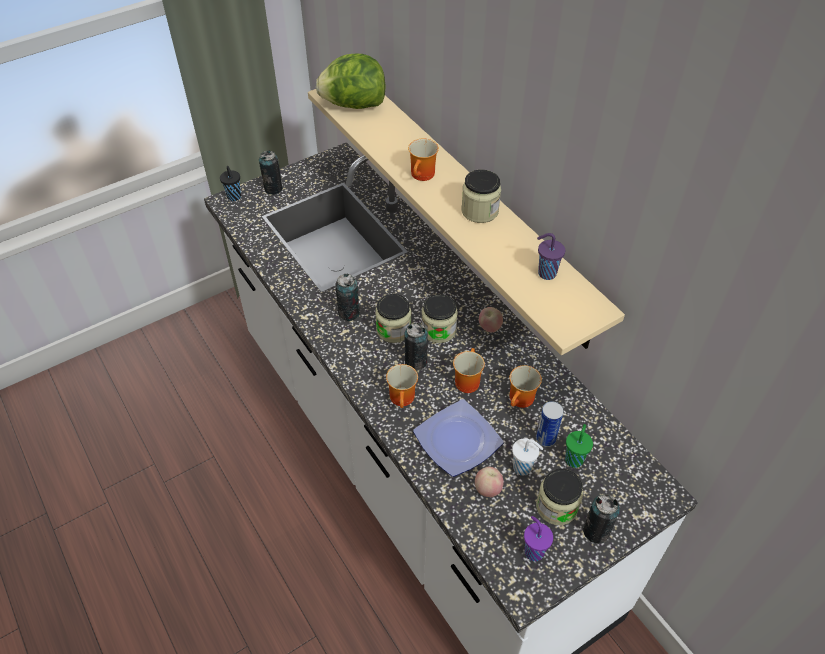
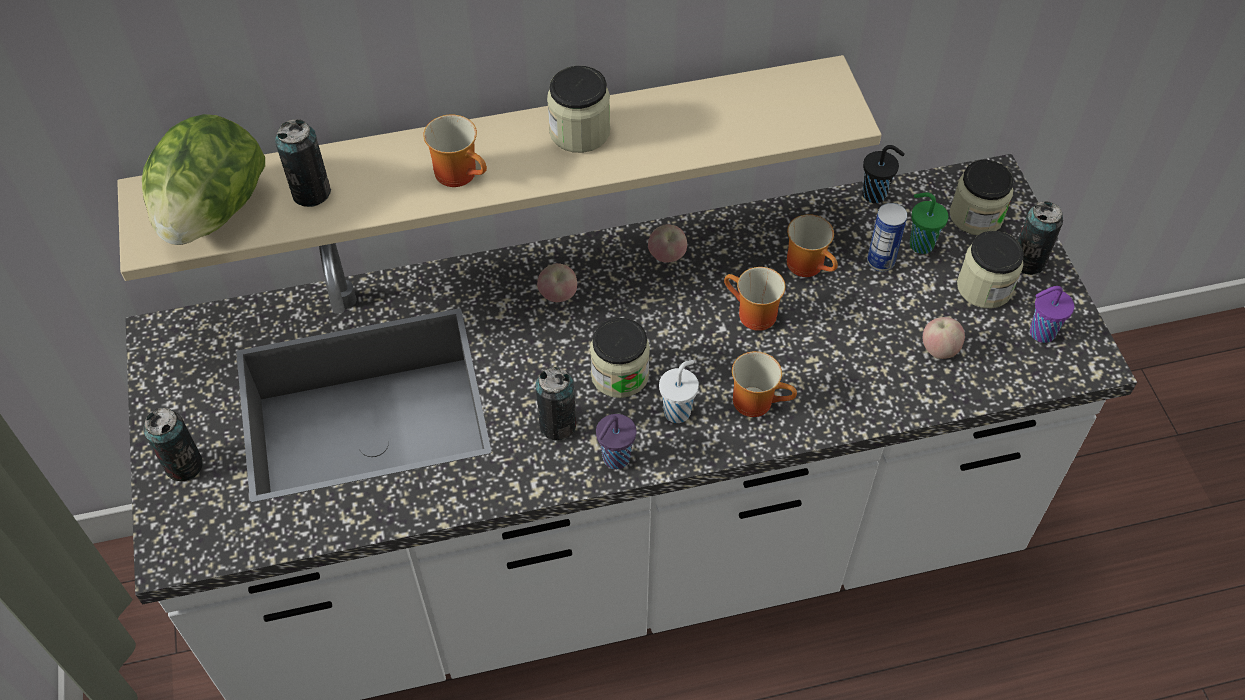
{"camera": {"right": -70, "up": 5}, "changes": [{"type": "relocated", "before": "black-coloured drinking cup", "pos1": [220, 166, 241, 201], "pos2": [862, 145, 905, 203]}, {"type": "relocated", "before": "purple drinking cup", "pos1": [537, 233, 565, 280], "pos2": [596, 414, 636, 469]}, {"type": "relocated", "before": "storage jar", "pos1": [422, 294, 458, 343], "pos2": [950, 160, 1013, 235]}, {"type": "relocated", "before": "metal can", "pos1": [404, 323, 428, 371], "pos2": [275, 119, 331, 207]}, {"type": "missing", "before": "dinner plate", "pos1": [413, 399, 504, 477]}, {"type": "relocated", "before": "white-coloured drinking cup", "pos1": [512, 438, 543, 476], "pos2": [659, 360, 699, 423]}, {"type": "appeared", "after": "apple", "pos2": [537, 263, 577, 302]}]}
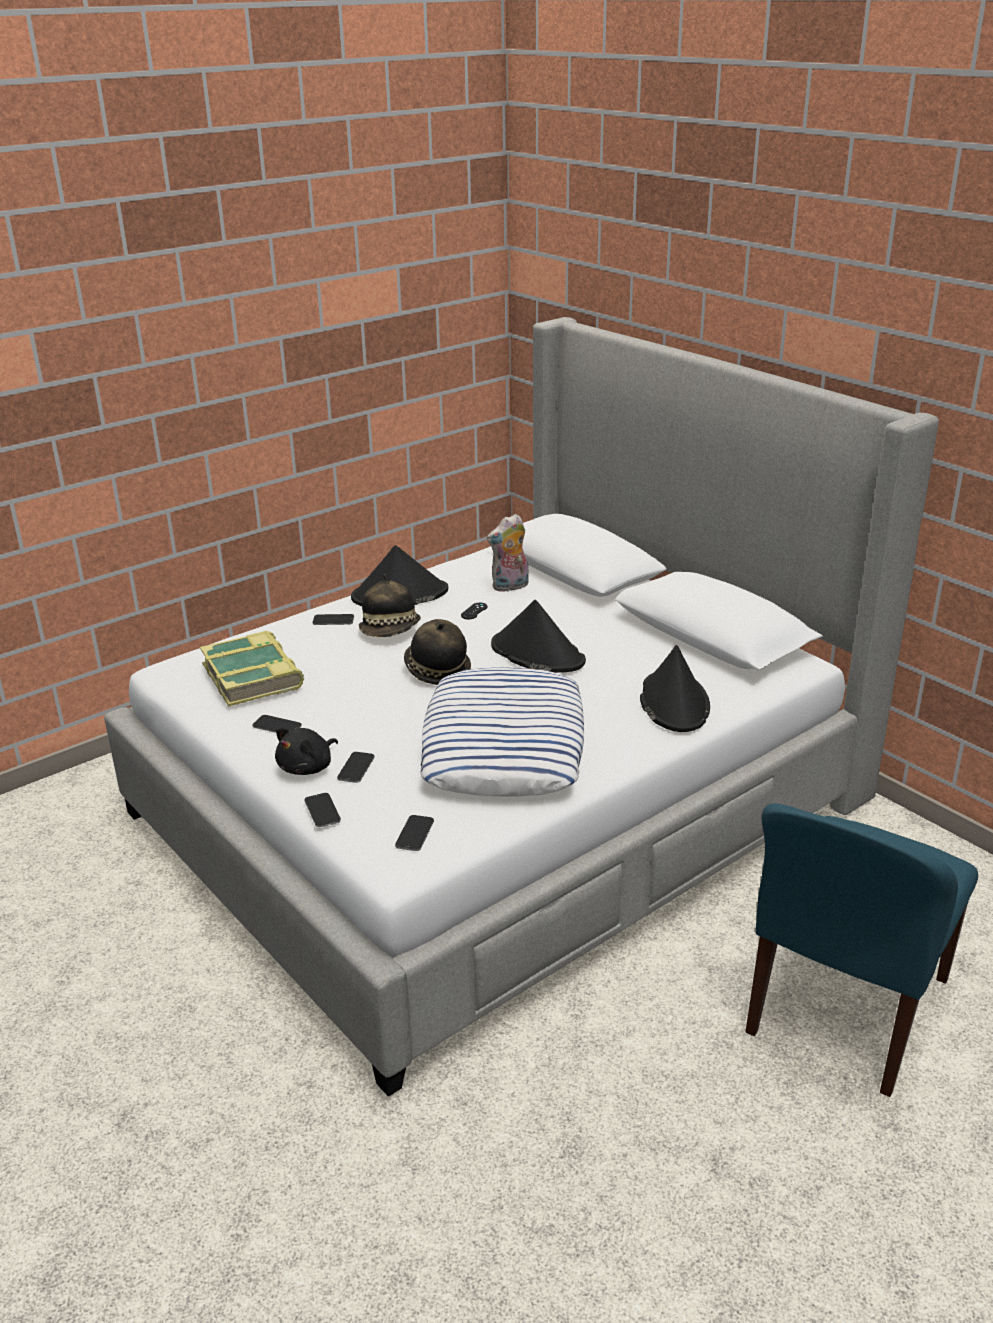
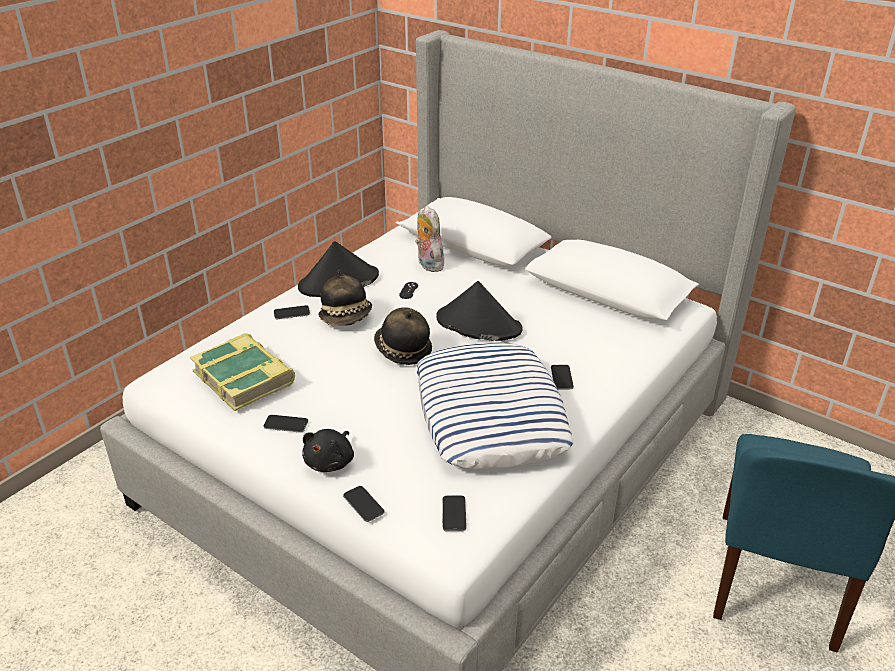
{"camera": {"right": -15, "up": 5}, "changes": [{"type": "spun", "before": "plush toy", "pos1": [487, 514, 529, 592], "pos2": [415, 206, 444, 272], "turn": 105}, {"type": "missing", "before": "black-coloured hat", "pos1": [640, 645, 710, 732]}, {"type": "relocated", "before": "telephone", "pos1": [337, 752, 375, 783], "pos2": [551, 365, 574, 389]}]}
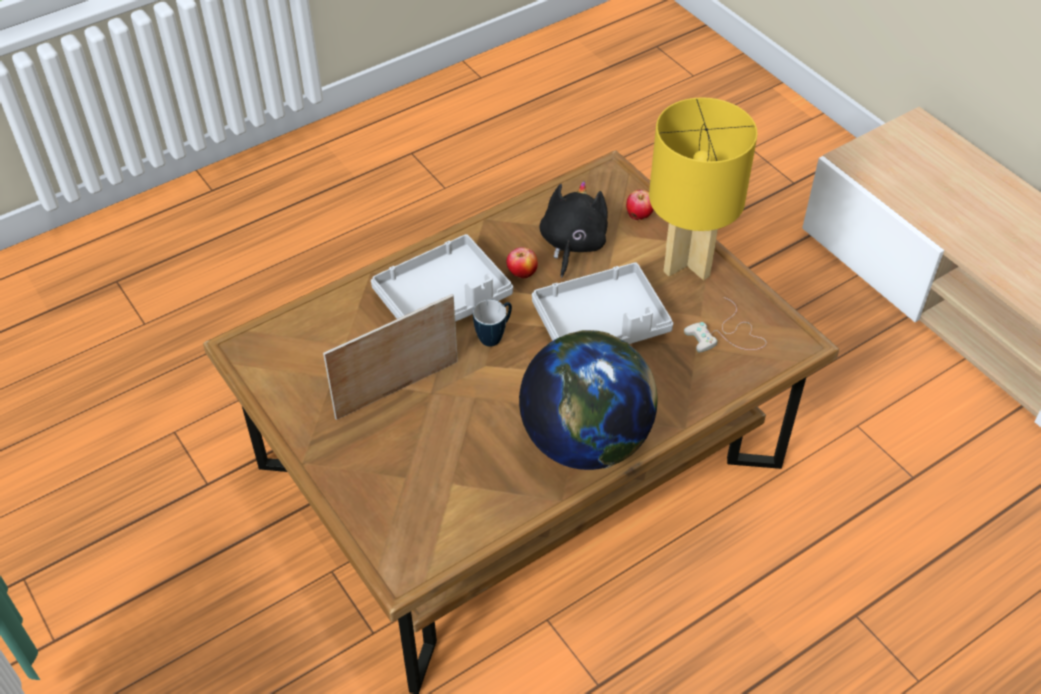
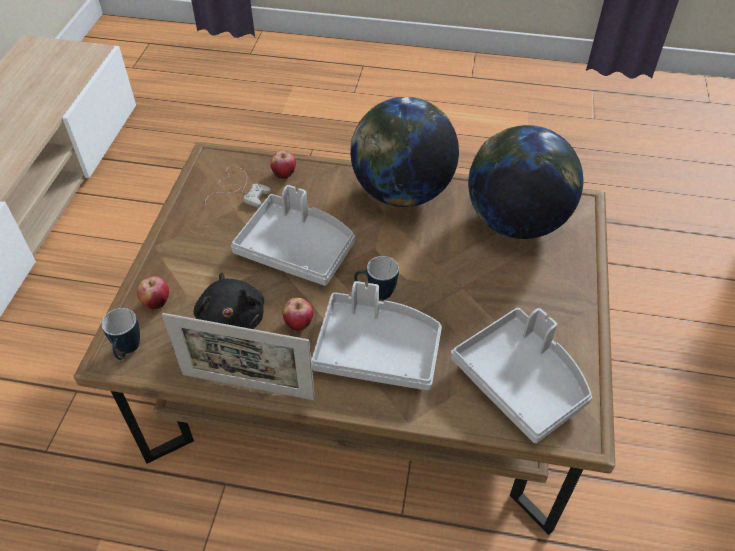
{"camera": {"right": -135, "up": 0}, "changes": [{"type": "missing", "before": "yellowish table lamp", "pos1": [649, 97, 758, 280]}, {"type": "spun", "before": "black-coloured plush toy", "pos1": [539, 181, 608, 278], "pos2": [194, 273, 264, 329], "turn": -75}, {"type": "relocated", "before": "standing frame", "pos1": [323, 294, 458, 420], "pos2": [162, 313, 315, 400]}, {"type": "appeared", "after": "desk globe", "pos2": [468, 125, 583, 239]}, {"type": "appeared", "after": "apple", "pos2": [270, 151, 296, 179]}, {"type": "appeared", "after": "coffee mug", "pos2": [102, 308, 140, 360]}, {"type": "appeared", "after": "gray serving tray", "pos2": [451, 308, 592, 443]}]}
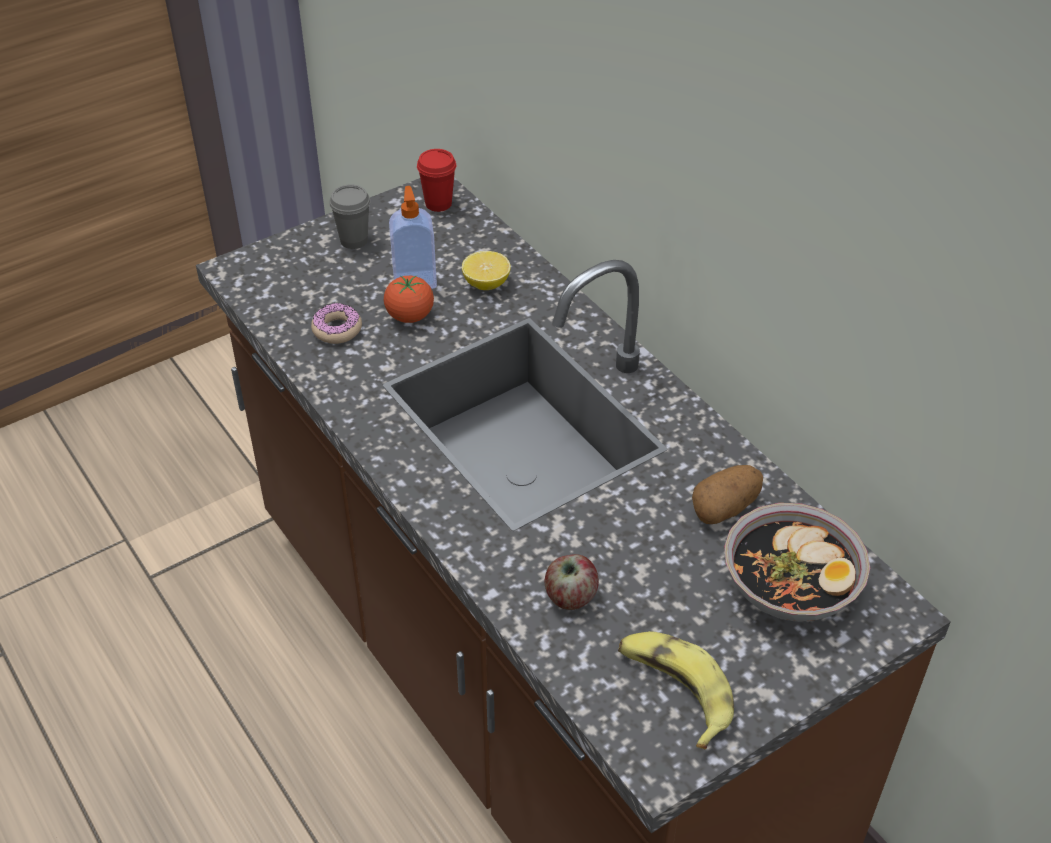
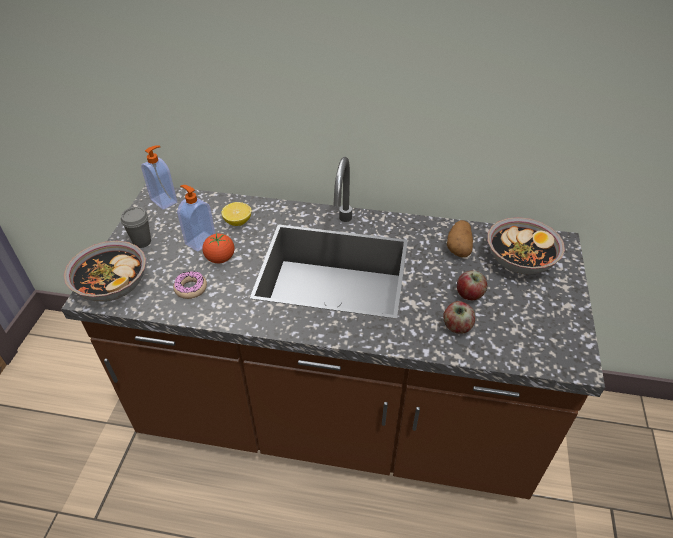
{"camera": {"right": -45, "up": 0}, "changes": [{"type": "exchanged", "before": "reddish drinking cup", "after": "liquid soap bottle", "pos1": [417, 149, 456, 212], "pos2": [141, 145, 177, 210]}, {"type": "missing", "before": "whole banana", "pos1": [618, 631, 734, 749]}, {"type": "appeared", "after": "bowl", "pos2": [64, 241, 146, 302]}, {"type": "appeared", "after": "apple", "pos2": [457, 271, 487, 300]}]}
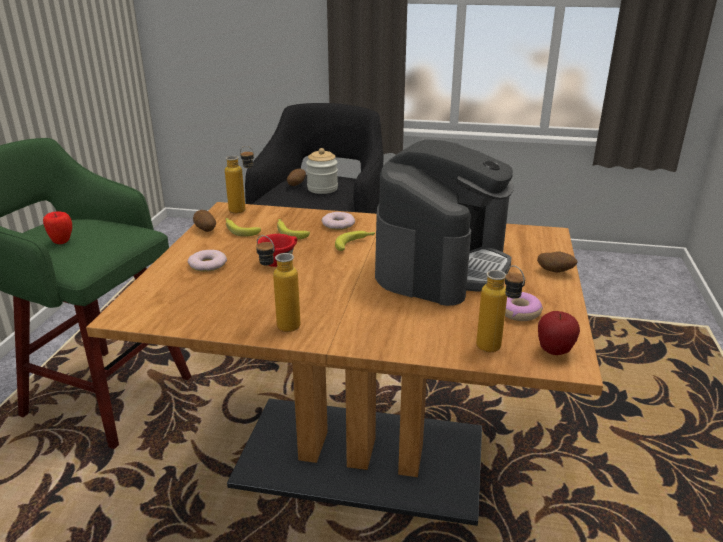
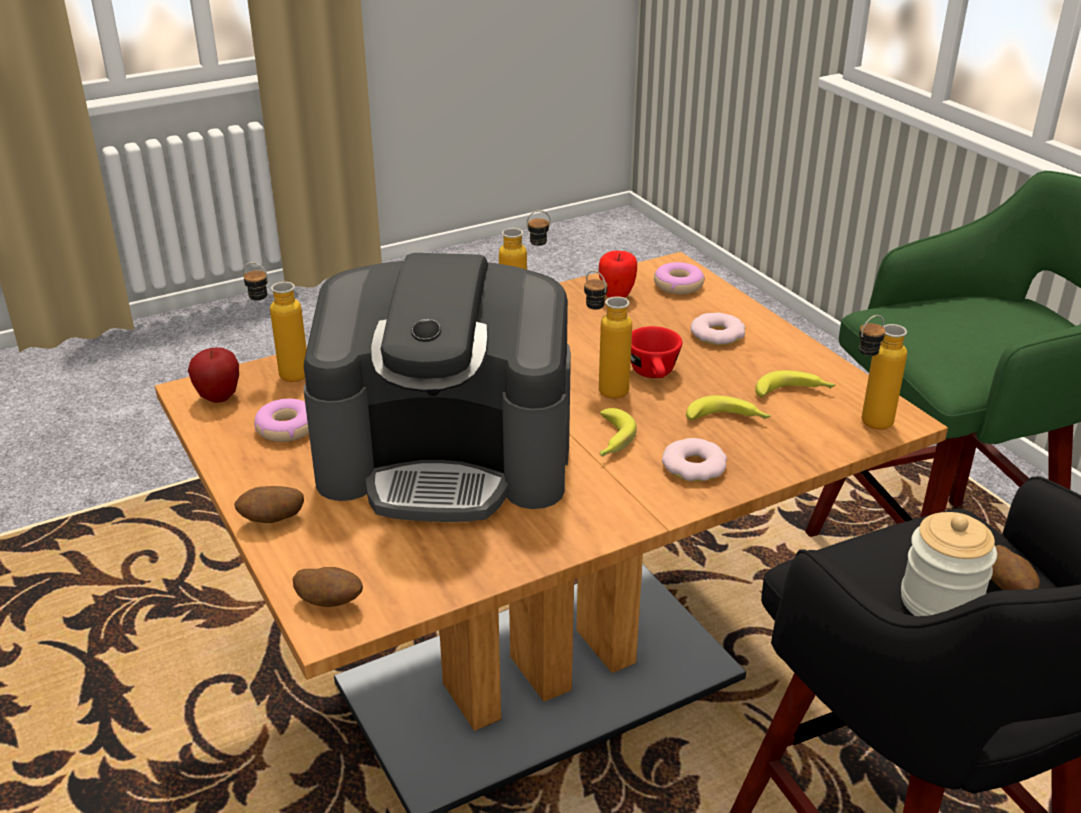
{"camera": {"right": 140, "up": 5}, "changes": [{"type": "spun", "before": "coffee machine", "pos1": [375, 139, 514, 306], "pos2": [304, 253, 571, 522], "turn": -75}, {"type": "relocated", "before": "potato", "pos1": [193, 210, 216, 232], "pos2": [292, 567, 363, 607]}, {"type": "relocated", "before": "apple", "pos1": [43, 212, 72, 244], "pos2": [599, 251, 637, 297]}, {"type": "appeared", "after": "doughnut", "pos2": [654, 262, 705, 295]}, {"type": "appeared", "after": "drink bottle", "pos2": [584, 270, 632, 399]}]}
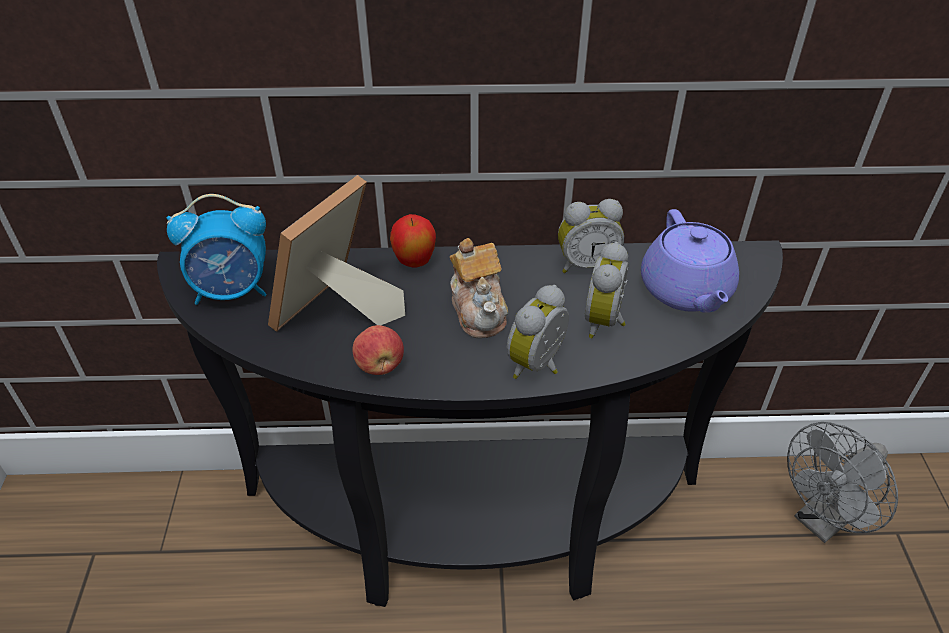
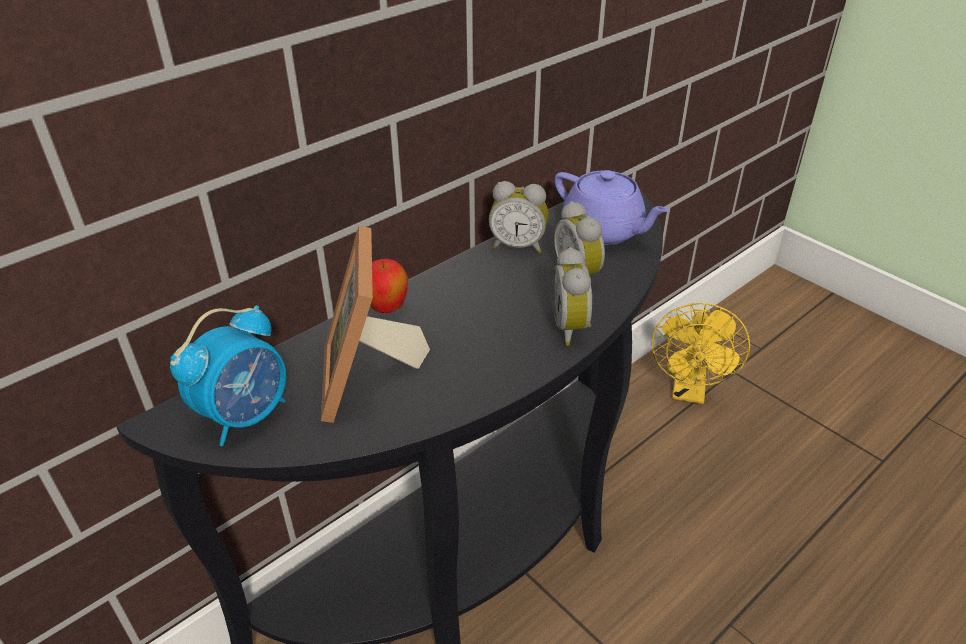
{"camera": {"right": -40, "up": -5}, "changes": [{"type": "spun", "before": "bedside clock", "pos1": [558, 199, 624, 273], "pos2": [489, 181, 548, 253], "turn": 60}, {"type": "missing", "before": "teapot", "pos1": [449, 238, 509, 338]}, {"type": "missing", "before": "apple", "pos1": [352, 325, 404, 375]}, {"type": "colour", "before": "gray cooling fan", "after": "yellowish cooling fan", "pos1": [787, 422, 898, 543], "pos2": [652, 303, 750, 404]}]}
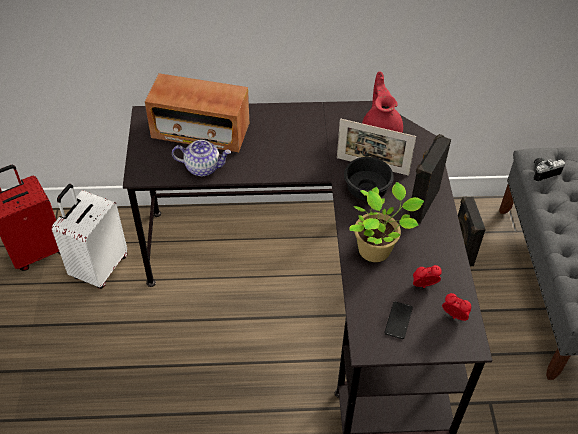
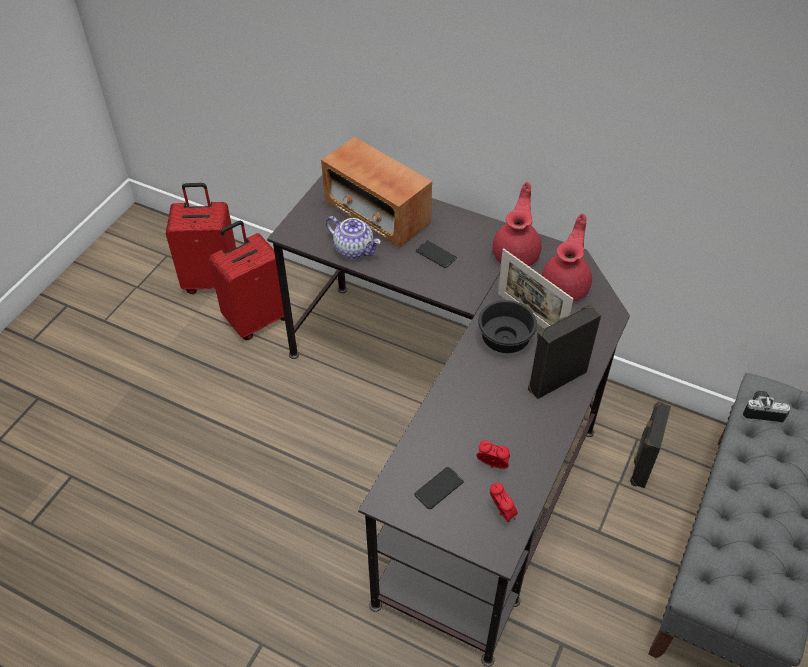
{"camera": {"right": 30, "up": 0}, "changes": [{"type": "missing", "before": "potted plant", "pos1": [349, 182, 424, 262]}, {"type": "colour", "before": "white-coloured suitcase", "after": "reddish suitcase", "pos1": [52, 184, 128, 289], "pos2": [209, 221, 285, 340]}, {"type": "appeared", "after": "reddish teapot", "pos2": [492, 182, 542, 266]}, {"type": "appeared", "after": "telephone", "pos2": [416, 240, 457, 268]}]}
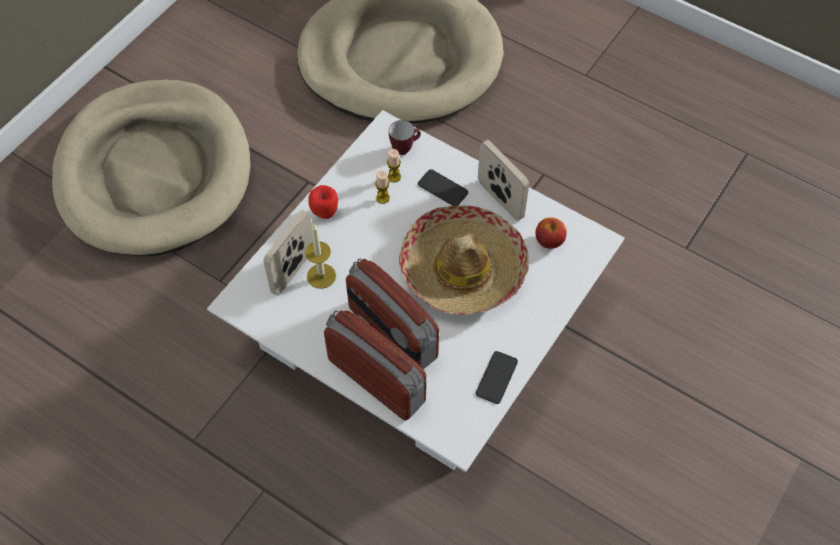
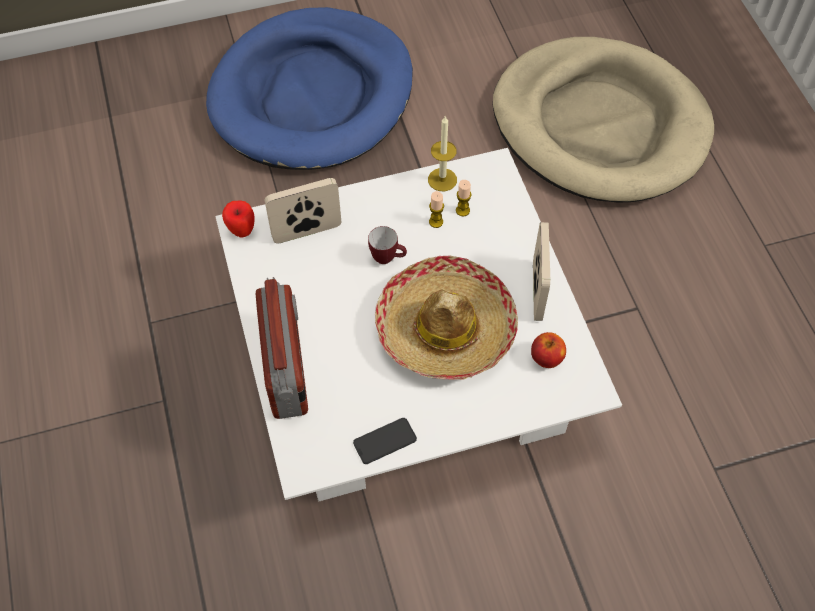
{"camera": {"right": 40, "up": 0}, "changes": [{"type": "colour", "before": "beige dog cushion", "after": "bluish dog cushion", "pos1": [52, 79, 251, 256], "pos2": [206, 7, 413, 170]}, {"type": "relocated", "before": "coffee mug", "pos1": [389, 120, 421, 155], "pos2": [368, 226, 407, 264]}, {"type": "missing", "before": "telephone", "pos1": [418, 169, 468, 206]}, {"type": "relocated", "before": "apple", "pos1": [308, 185, 338, 219], "pos2": [222, 200, 254, 237]}, {"type": "relocated", "before": "wax light", "pos1": [305, 223, 336, 289], "pos2": [428, 116, 457, 191]}, {"type": "missing", "before": "radio receiver", "pos1": [346, 259, 439, 369]}]}
